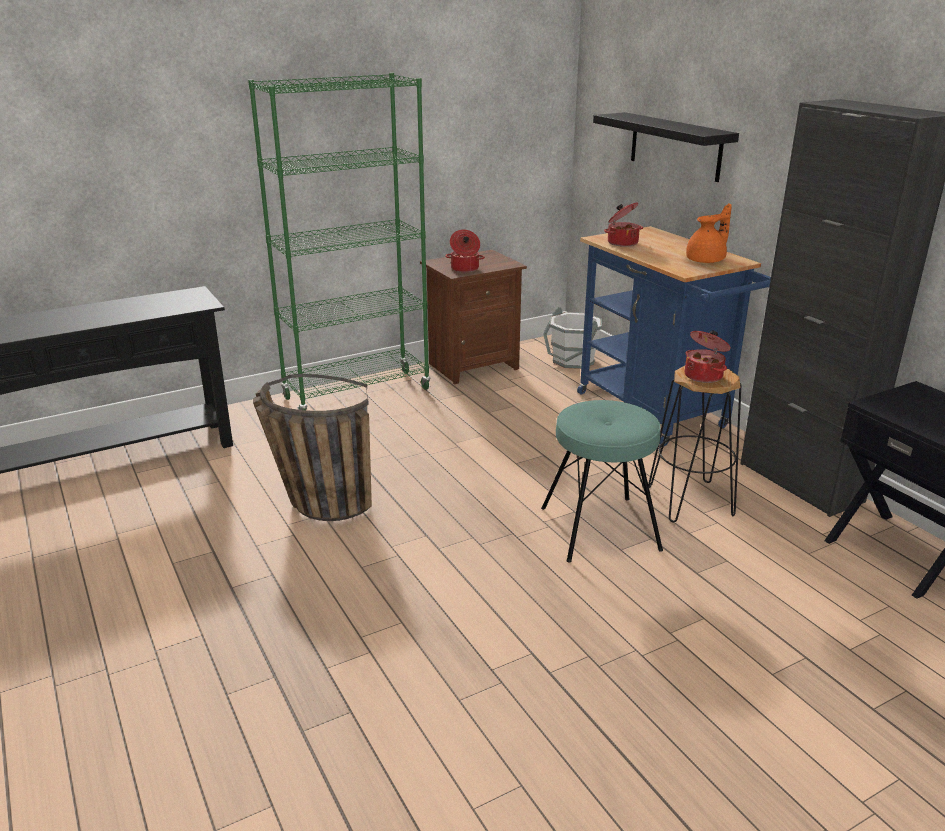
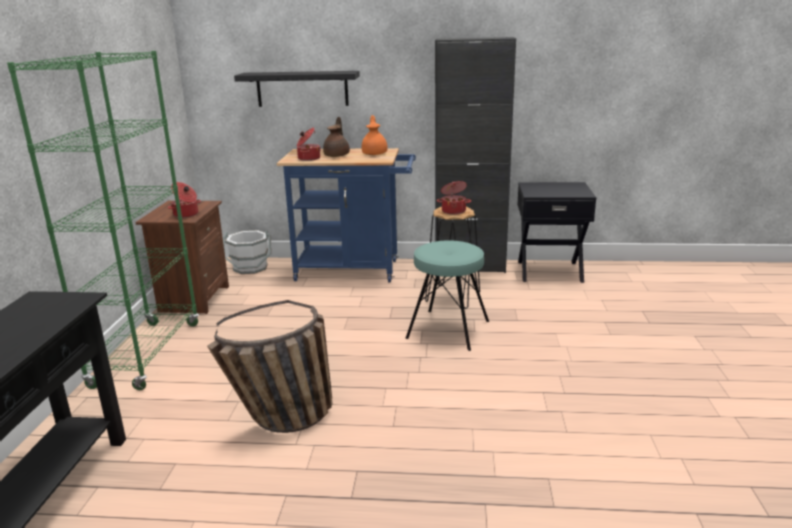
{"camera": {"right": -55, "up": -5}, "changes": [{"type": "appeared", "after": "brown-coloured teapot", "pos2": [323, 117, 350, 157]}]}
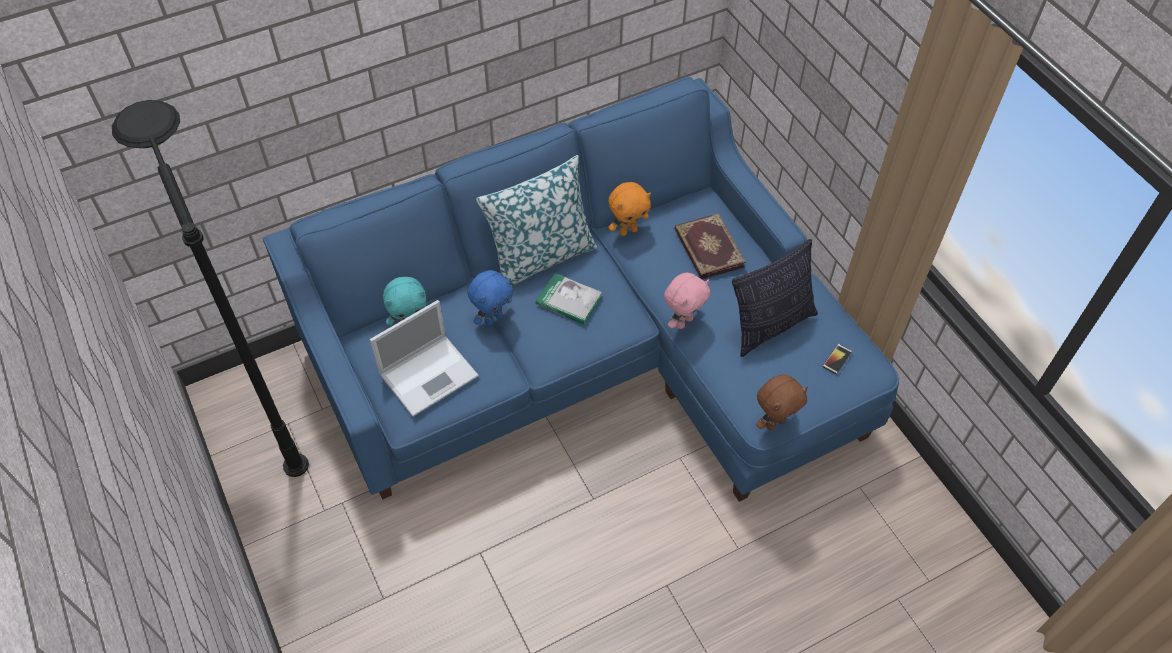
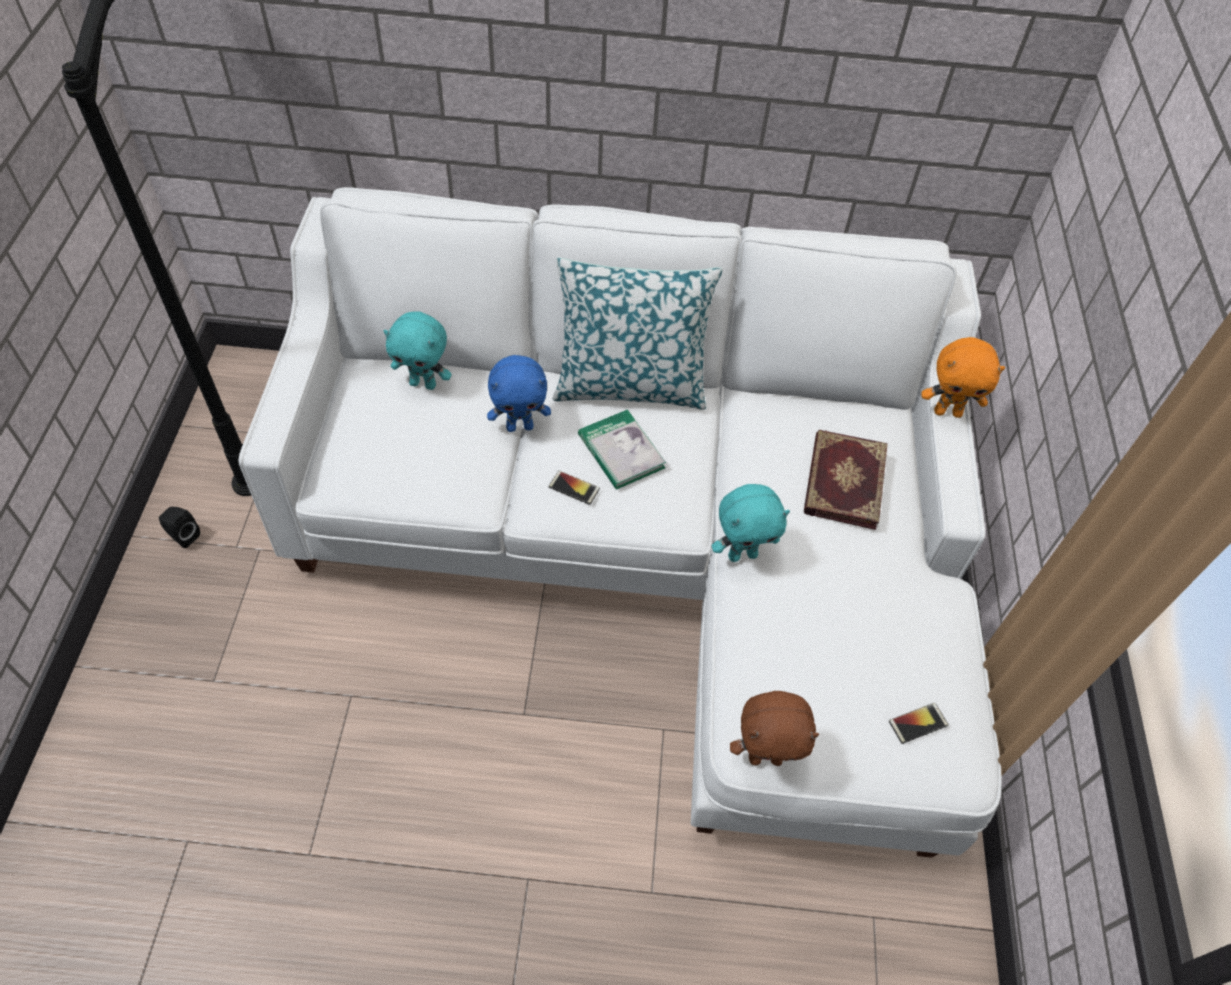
{"camera": {"right": 30, "up": 0}, "changes": [{"type": "colour", "before": "bluish settee", "after": "white-coloured settee", "pos1": [263, 77, 899, 502], "pos2": [238, 187, 1002, 858]}, {"type": "relocated", "before": "orangey plush toy", "pos1": [608, 182, 651, 236], "pos2": [922, 337, 1005, 418]}, {"type": "missing", "before": "pillow", "pos1": [732, 239, 818, 357]}, {"type": "colour", "before": "pinkish plush toy", "after": "turquoise-coloured plush toy", "pos1": [664, 272, 711, 329], "pos2": [712, 484, 790, 562]}, {"type": "missing", "before": "notebook computer", "pos1": [370, 300, 479, 417]}, {"type": "appeared", "after": "telephone", "pos2": [549, 471, 600, 505]}, {"type": "appeared", "after": "black-coloured loudspeaker", "pos2": [159, 507, 200, 548]}]}
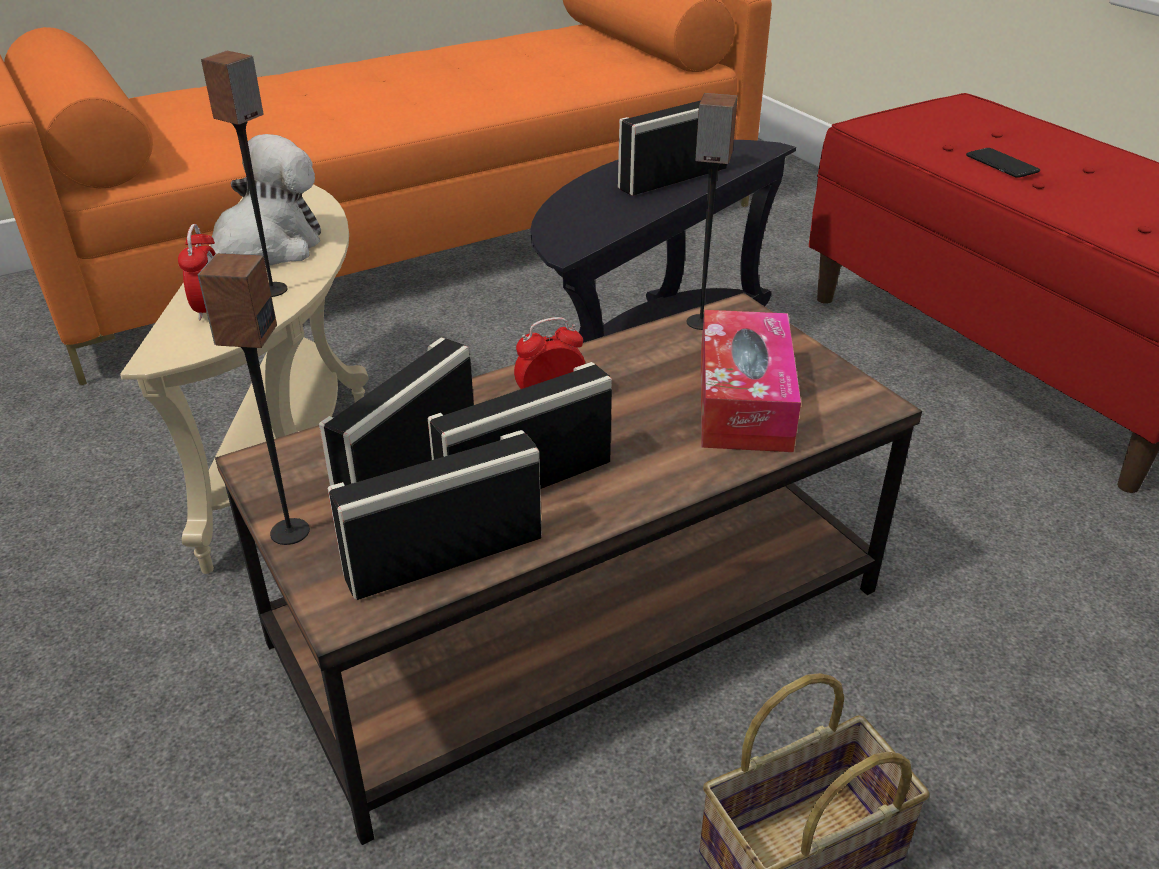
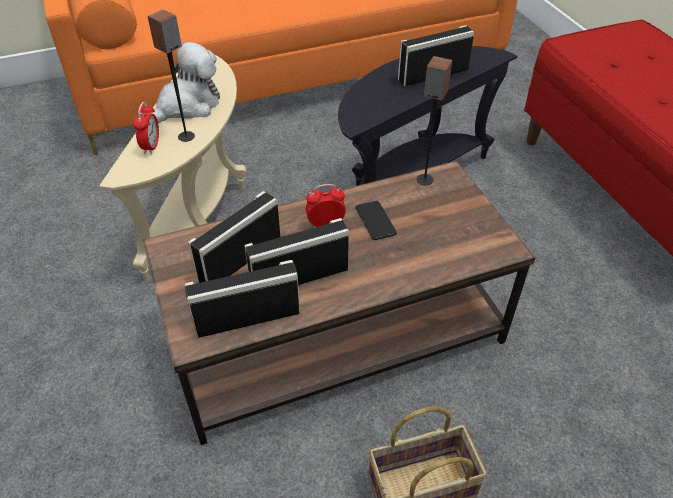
{"camera": {"right": 10, "up": 10}, "changes": [{"type": "relocated", "before": "telephone", "pos1": [966, 148, 1040, 178], "pos2": [355, 201, 397, 240]}, {"type": "missing", "before": "loudspeaker", "pos1": [198, 253, 310, 545]}, {"type": "missing", "before": "tissue holder", "pos1": [701, 310, 801, 452]}]}
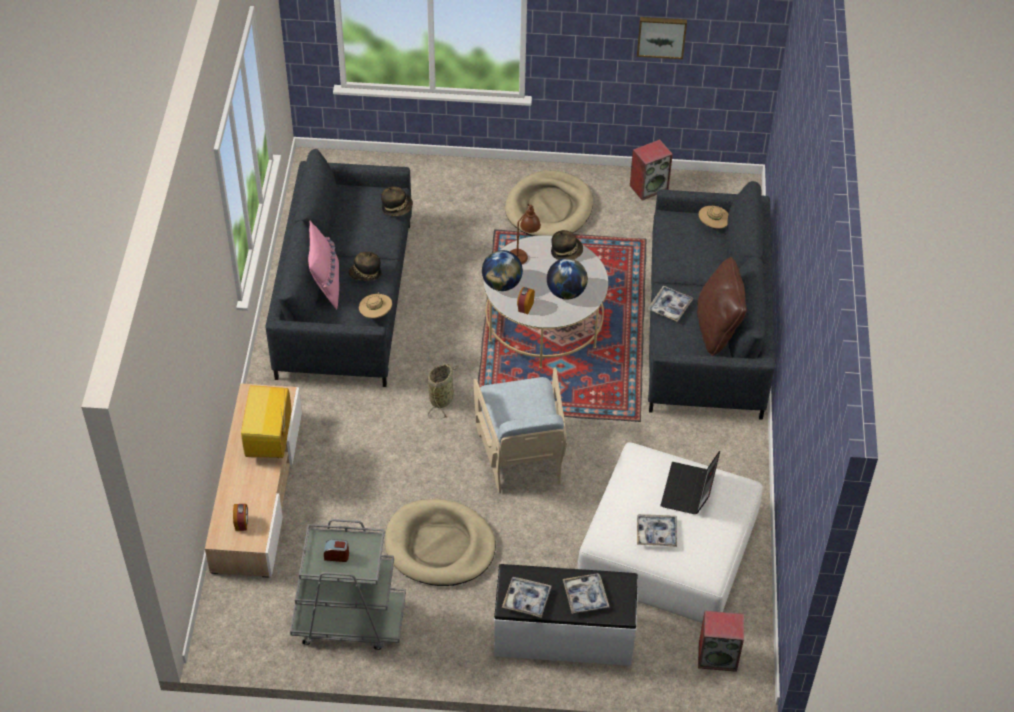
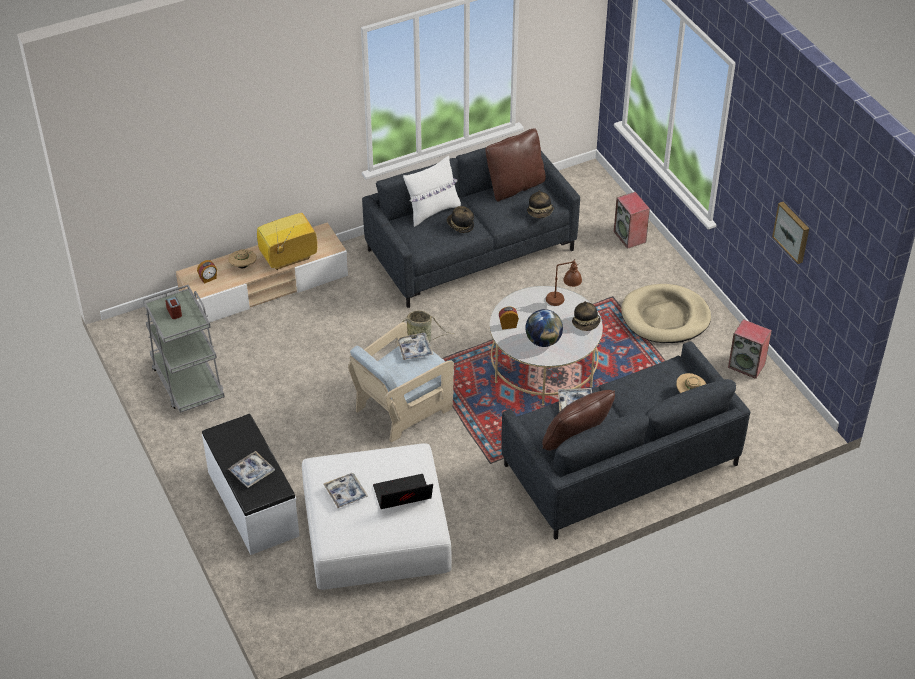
{"camera": {"right": 60, "up": -5}, "changes": [{"type": "colour", "before": "pinkish pillow", "after": "white-coloured pillow", "pos1": [308, 220, 339, 310], "pos2": [403, 156, 461, 227]}, {"type": "missing", "before": "desk globe", "pos1": [482, 250, 523, 291]}, {"type": "relocated", "before": "beige hat", "pos1": [359, 292, 392, 319], "pos2": [228, 249, 257, 268]}, {"type": "missing", "before": "beige dog cushion", "pos1": [385, 499, 496, 586]}, {"type": "relocated", "before": "serving tray", "pos1": [502, 577, 552, 618], "pos2": [396, 333, 434, 360]}, {"type": "relocated", "before": "loudspeaker", "pos1": [698, 611, 744, 672], "pos2": [614, 192, 650, 249]}, {"type": "appeared", "after": "brown-coloured pillow", "pos2": [485, 128, 546, 201]}]}
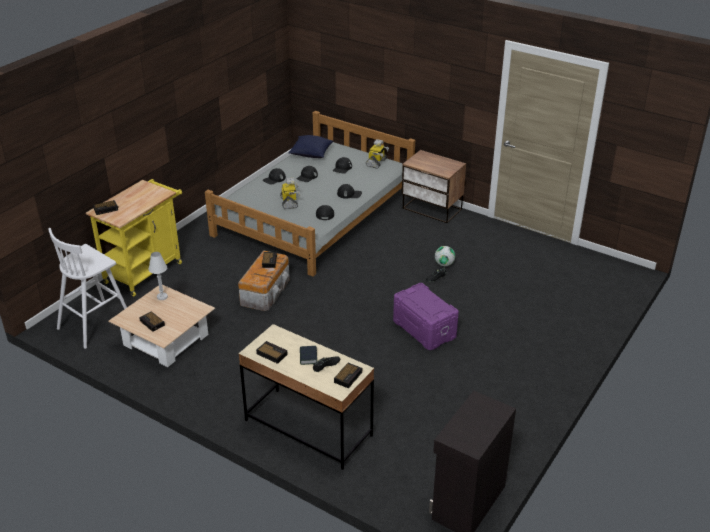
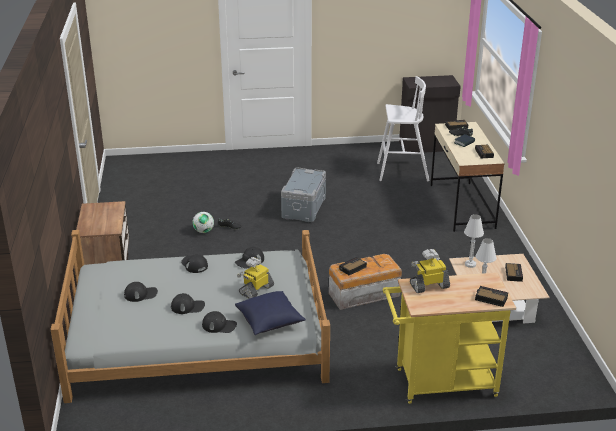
{"camera": {"right": -130, "up": -5}, "changes": [{"type": "relocated", "before": "bluish pillow", "pos1": [288, 135, 333, 158], "pos2": [235, 291, 306, 335]}, {"type": "relocated", "before": "toy robot", "pos1": [366, 139, 389, 169], "pos2": [410, 249, 450, 293]}, {"type": "relocated", "before": "white-coloured sitting stool", "pos1": [48, 228, 127, 349], "pos2": [377, 76, 430, 181]}, {"type": "colour", "before": "purple storage container", "after": "gray storage container", "pos1": [393, 283, 459, 350], "pos2": [281, 167, 326, 222]}, {"type": "appeared", "after": "white-coloured table lamp", "pos2": [464, 214, 484, 268]}]}
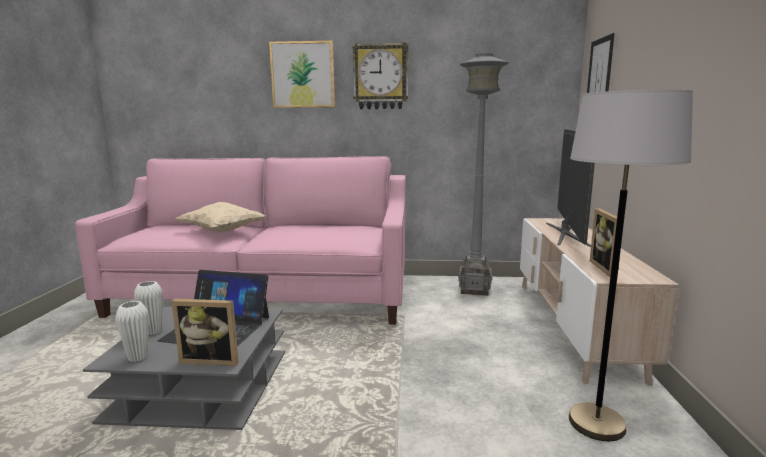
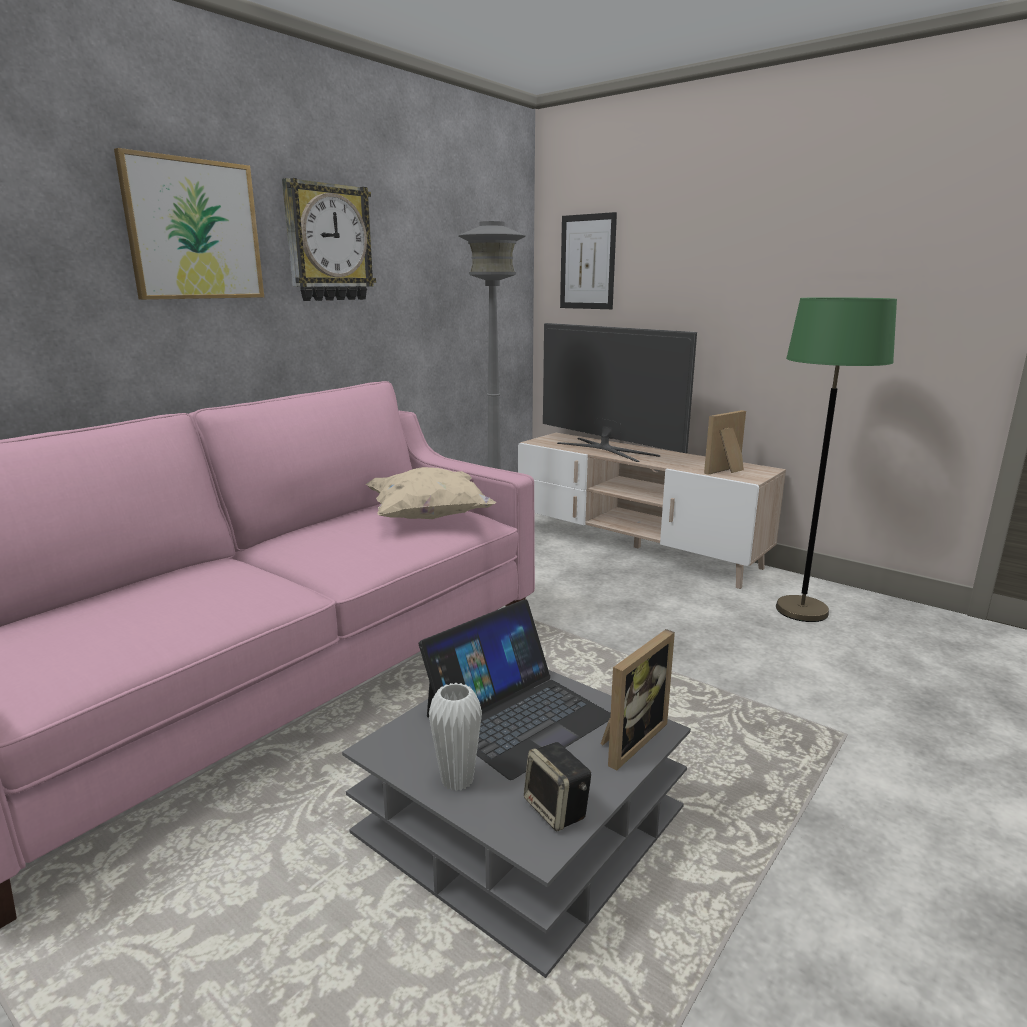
{"camera": {"right": -55, "up": 5}, "changes": [{"type": "colour", "before": "gray standing lamp", "after": "green-coloured standing lamp", "pos1": [569, 90, 693, 441], "pos2": [776, 297, 897, 622]}, {"type": "relocated", "before": "beige pillow", "pos1": [175, 202, 266, 232], "pos2": [366, 467, 496, 519]}, {"type": "spun", "before": "standing frame", "pos1": [590, 209, 619, 277], "pos2": [704, 410, 746, 475], "turn": 105}, {"type": "exchanged", "before": "white-coloured flower vase", "after": "loudspeaker", "pos1": [115, 301, 149, 362], "pos2": [524, 742, 591, 831]}]}
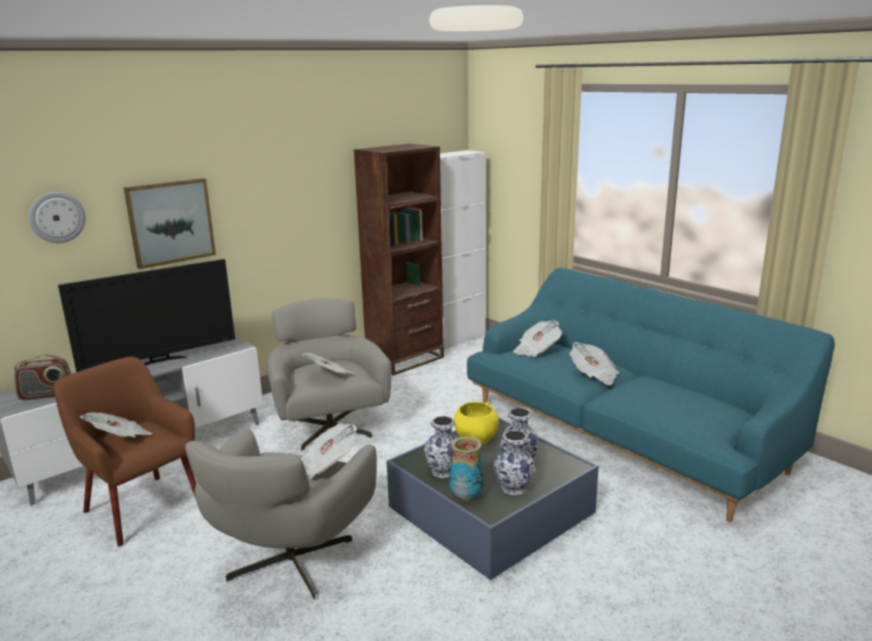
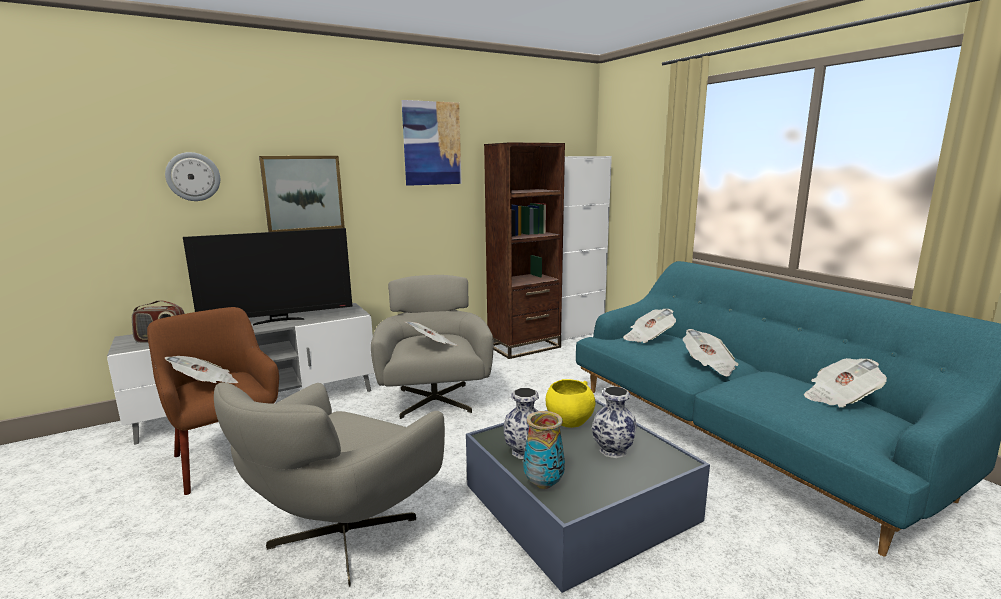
{"camera": {"right": 10, "up": -5}, "changes": [{"type": "relocated", "before": "newspaper", "pos1": [300, 423, 357, 479], "pos2": [804, 358, 887, 408]}, {"type": "missing", "before": "flower vase", "pos1": [494, 430, 536, 495]}, {"type": "appeared", "after": "picture", "pos2": [402, 100, 462, 186]}]}
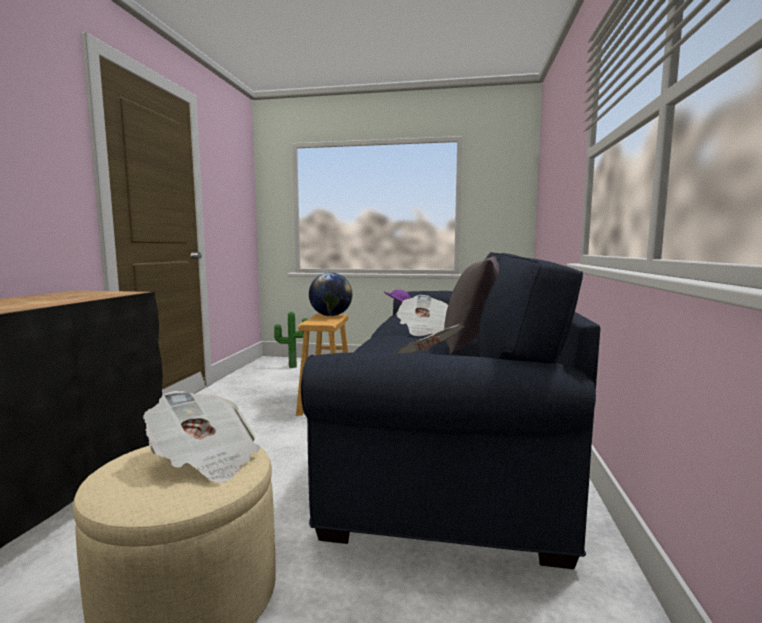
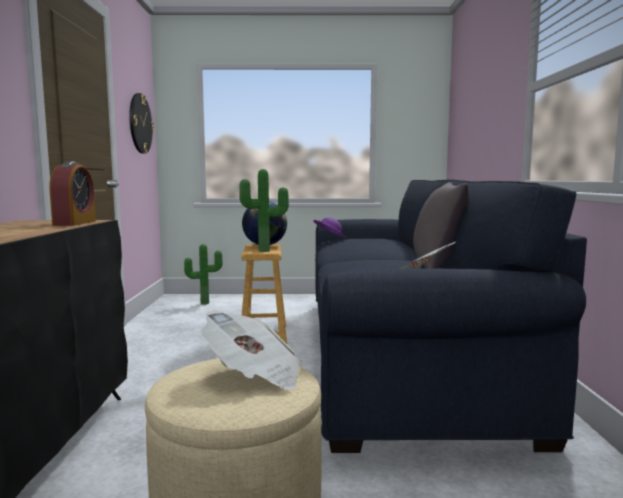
{"camera": {"right": -10, "up": 0}, "changes": [{"type": "missing", "before": "newspaper", "pos1": [396, 295, 448, 336]}, {"type": "appeared", "after": "clock on the wall", "pos2": [129, 93, 154, 154]}, {"type": "appeared", "after": "bedside clock", "pos2": [50, 162, 96, 226]}, {"type": "appeared", "after": "potted plant", "pos2": [239, 169, 289, 252]}]}
